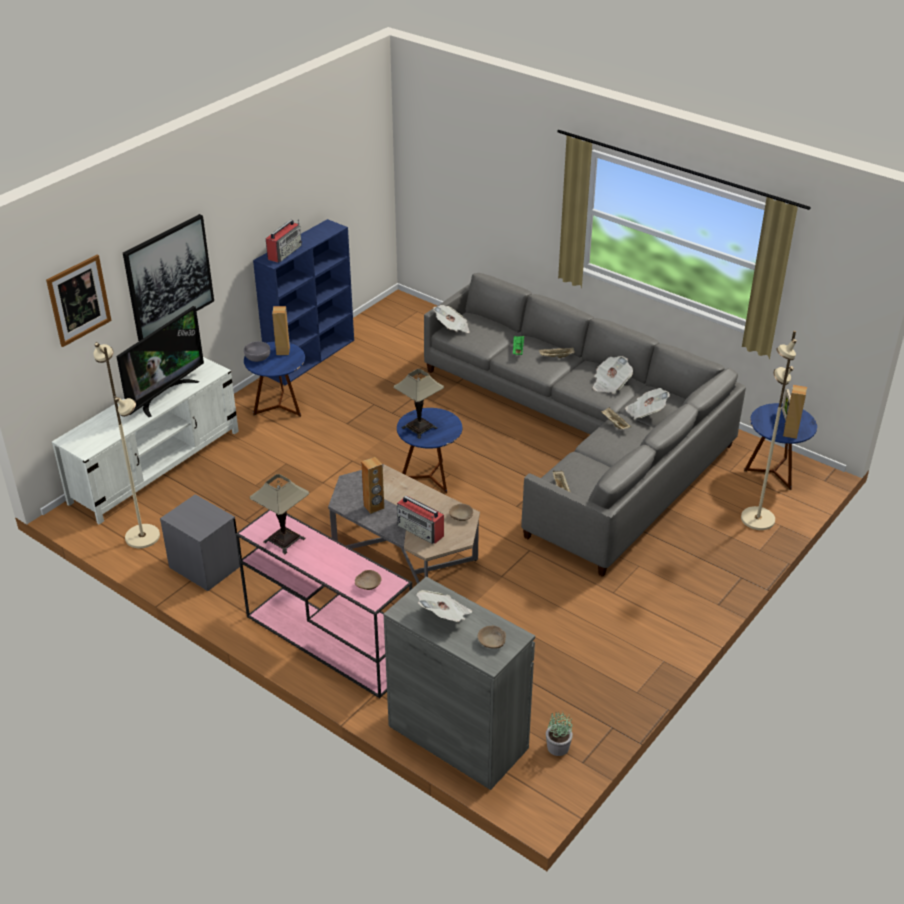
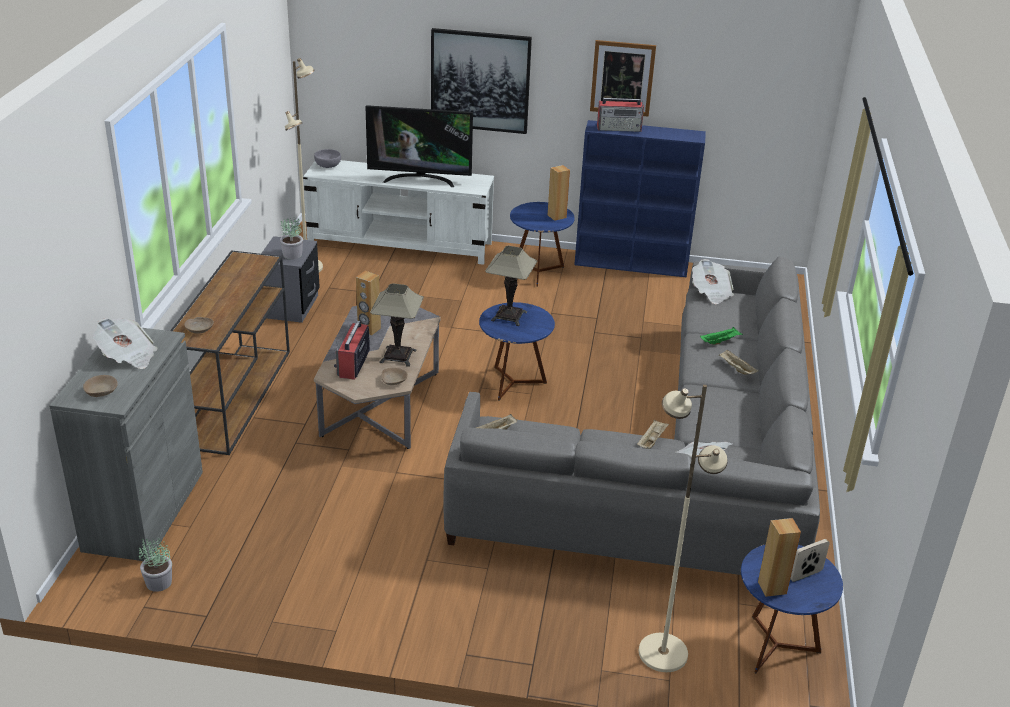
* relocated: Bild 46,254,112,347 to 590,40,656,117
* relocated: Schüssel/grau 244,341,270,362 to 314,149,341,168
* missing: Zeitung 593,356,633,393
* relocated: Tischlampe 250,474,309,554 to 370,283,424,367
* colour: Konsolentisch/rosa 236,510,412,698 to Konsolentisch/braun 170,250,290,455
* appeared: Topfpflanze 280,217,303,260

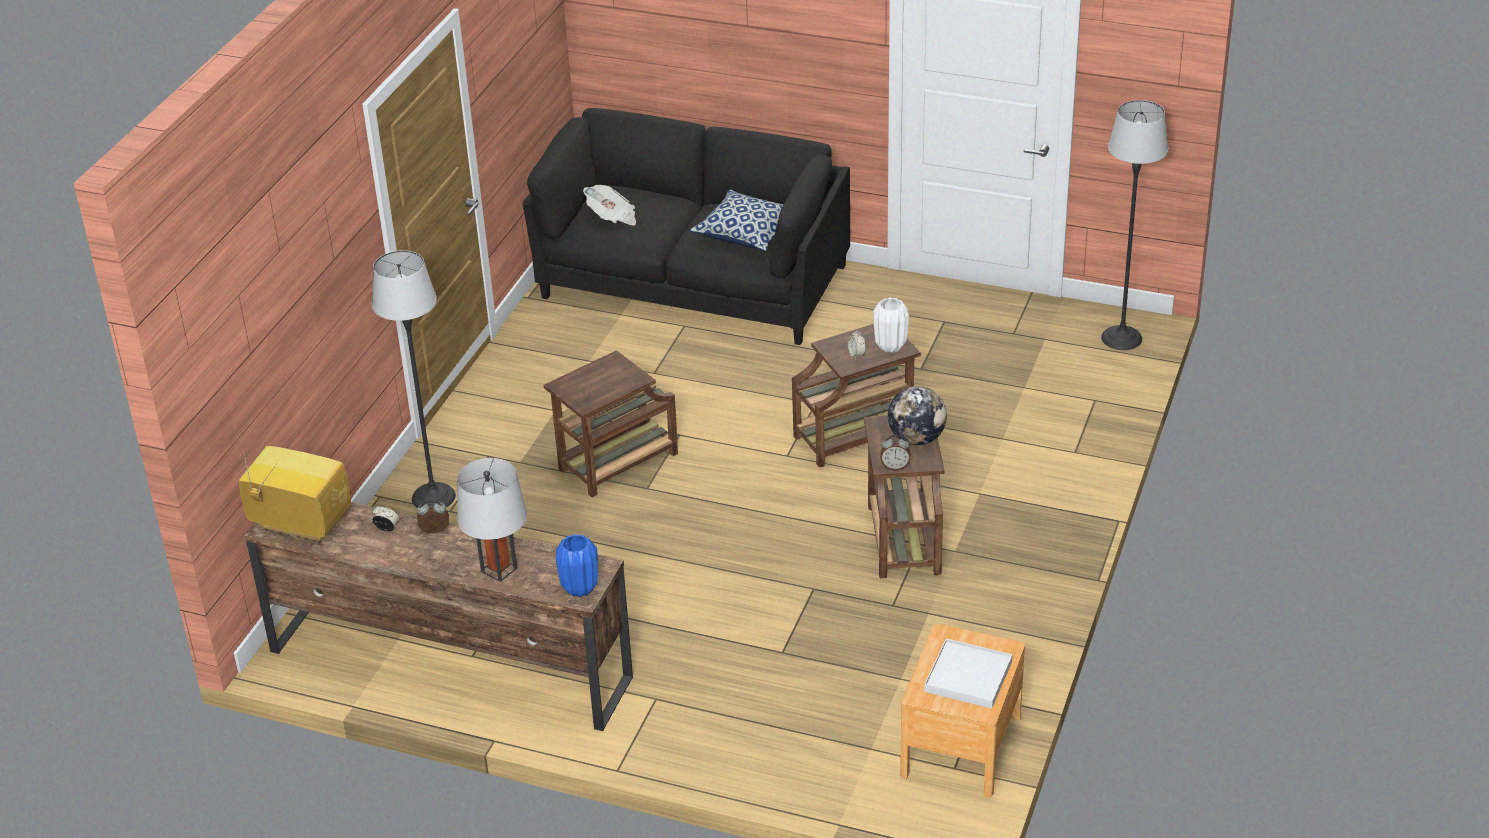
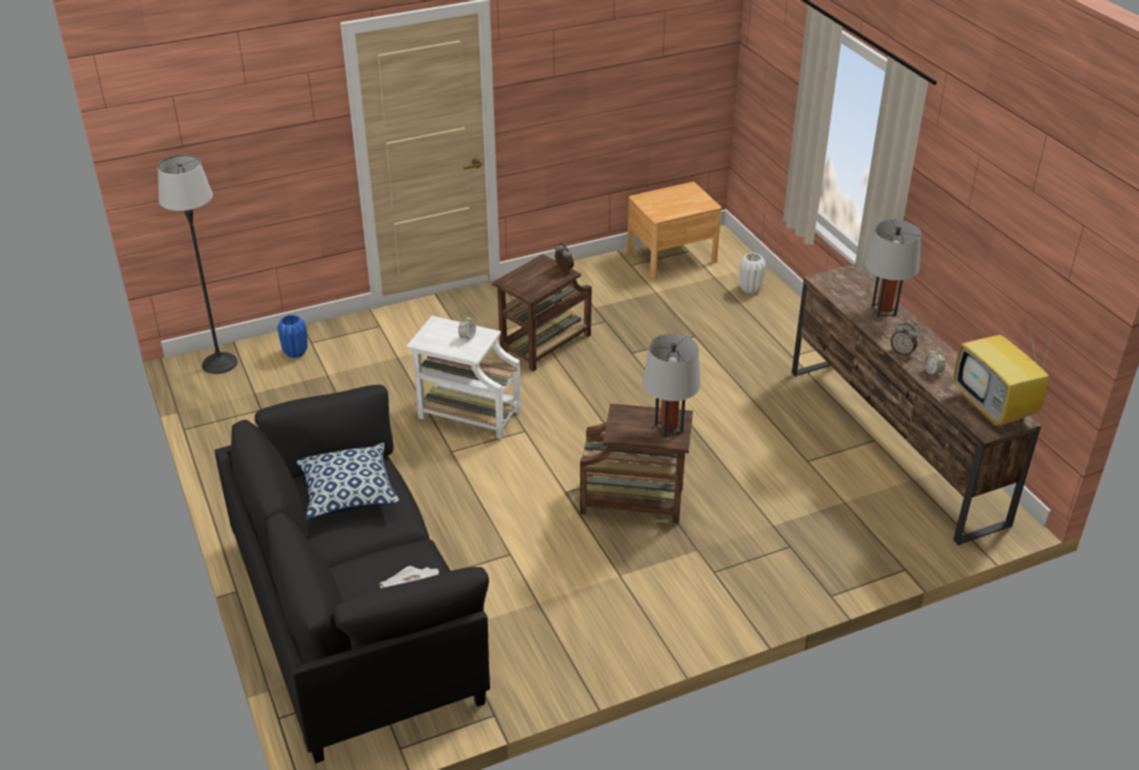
* missing: Stehlampe 372,250,456,508
* relocated: Vase/weiß 873,298,909,353 to 739,253,766,293
* colour: Beistelltisch/braun 792,324,921,468 to Beistelltisch/weiß 406,316,521,439
* missing: Globus 888,386,947,445
* relocated: Vase/blau 556,534,598,597 to 277,315,308,358
* missing: Tablett/weiß 924,638,1012,709
* appeared: Tischlampe/grau 642,334,701,438

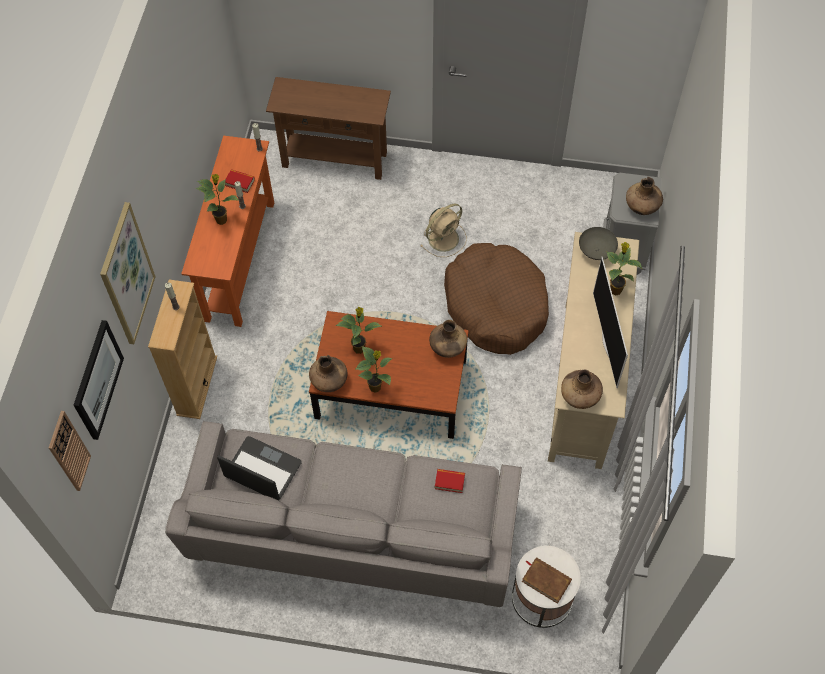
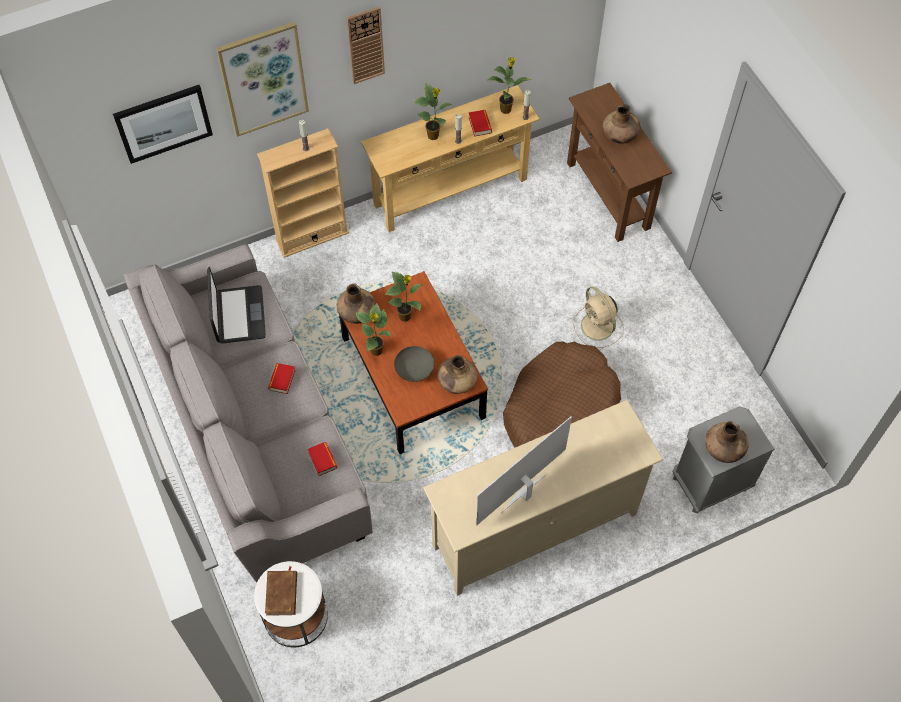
* colour: Konsolentisch/orange 181,136,274,327 to Konsolentisch/beige 361,85,539,232
* spun: Ventilator/beige 420,204,467,257 = 573,287,624,348 45 degrees clockwise
* relocated: Schüssel/grau 579,227,618,260 to 394,346,434,382
* relocated: Topfpflanze 607,242,642,295 to 488,57,531,114
* relocated: Vase/braun 561,370,603,409 to 603,103,641,144
* relocated: Wanduhr 49,411,91,491 to 347,6,385,84
* appeared: Buch 268,363,295,394

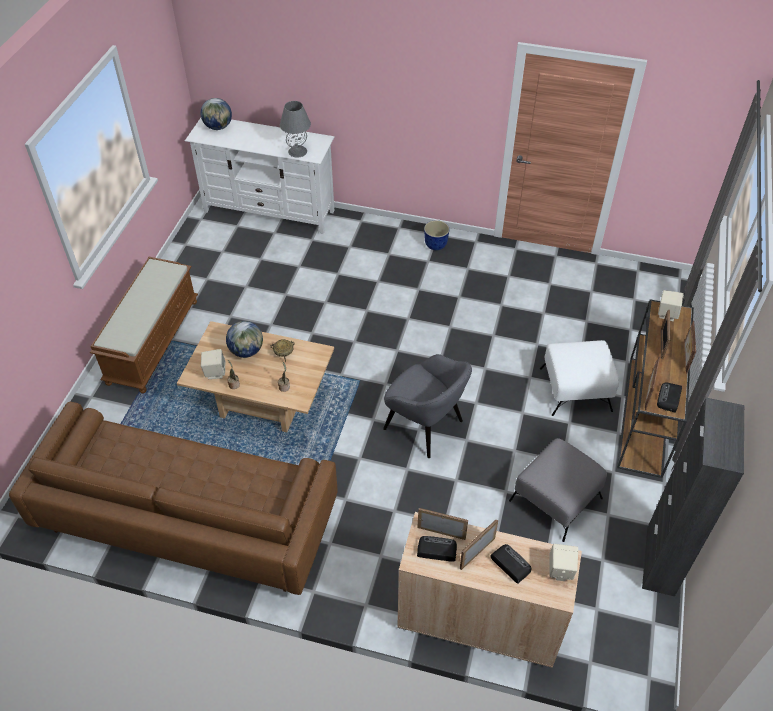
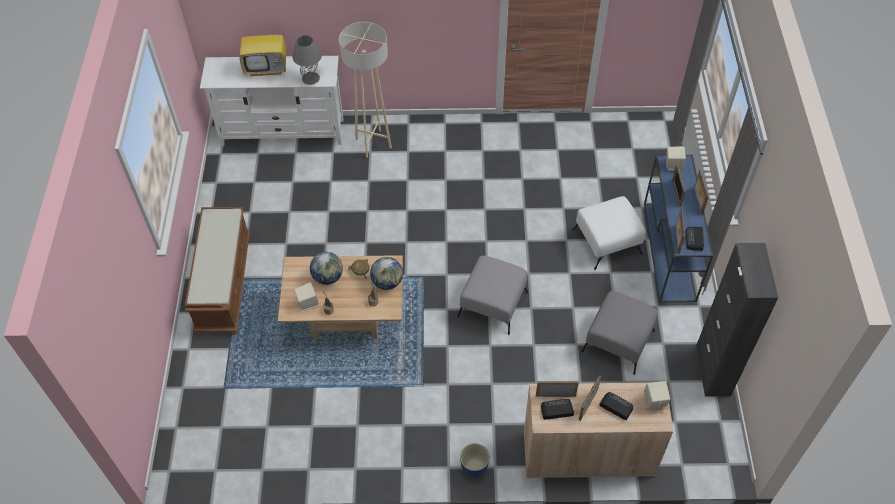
* relocated: Globus 201,98,232,130 to 370,257,403,290
* relocated: Pflanzkübel 424,220,450,250 to 460,443,490,477
* colour: Konsolentisch/braun 617,299,694,478 to Konsolentisch/blau 644,155,713,302
* exchanged: Sessel/grau 383,354,472,458 to Polsterhocker/grau 457,256,528,335
* missing: Sofa/braun 9,402,338,595
* appeared: Fernseher 239,20,286,76
* appeared: Stehlampe/beige 339,22,392,158

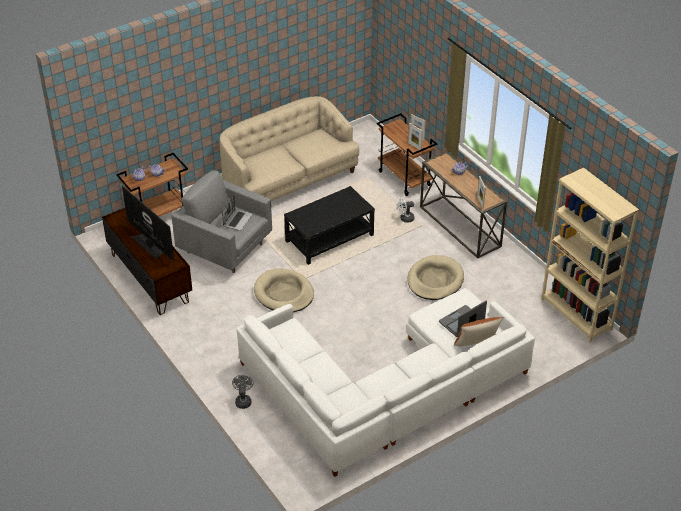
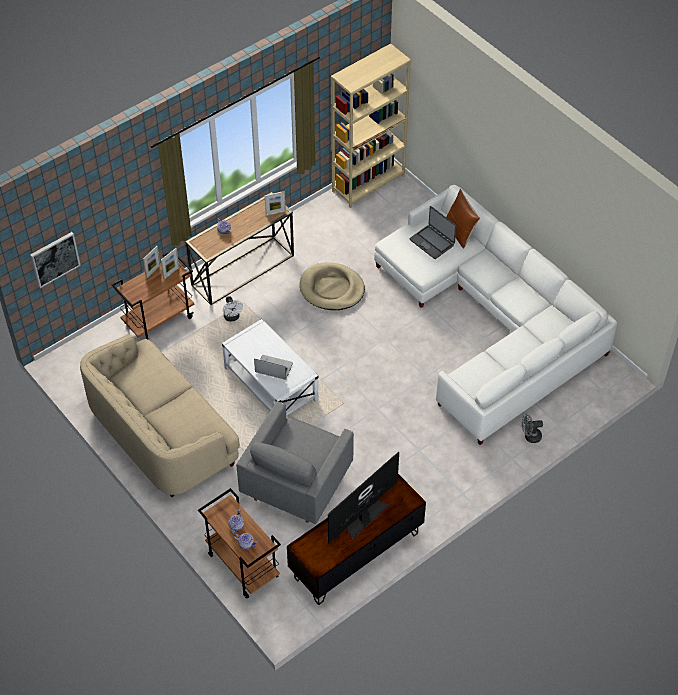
* colour: Couchtisch/schwarz 284,186,375,265 to Couchtisch/weiß 222,319,318,416
* relocated: Laptop 222,195,252,231 to 254,355,293,380
* missing: Hundebett/beige 254,268,314,312
* appeared: Bild 30,232,81,288

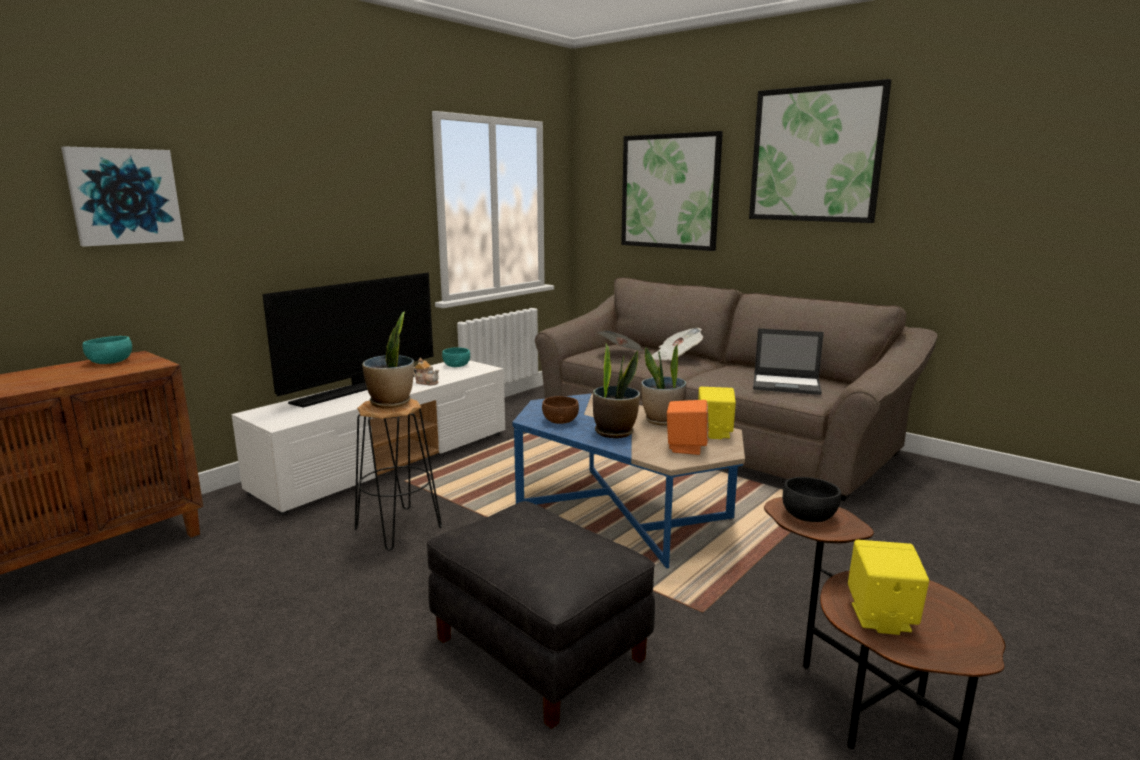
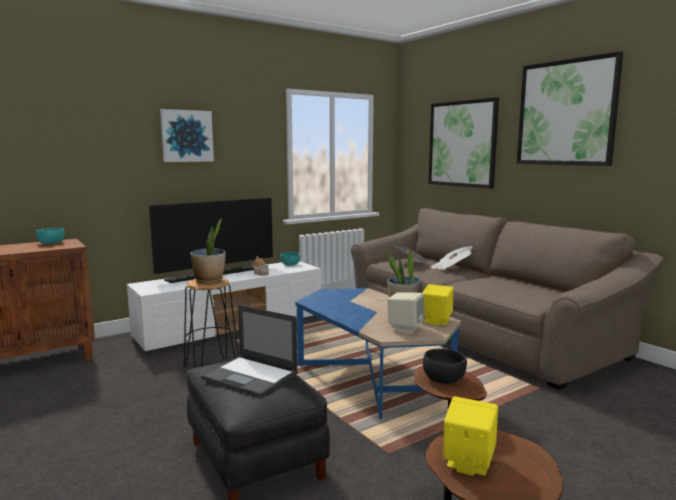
* relocated: Bild 61,146,184,247 to 160,109,214,162
* relocated: Laptop 753,328,824,395 to 201,305,298,397
* missing: Topfpflanze 593,342,640,438
* missing: Schüssel/braun 542,396,579,424
* colour: Lautsprecher/orange 667,400,709,455 to Lautsprecher/beige 387,292,425,334

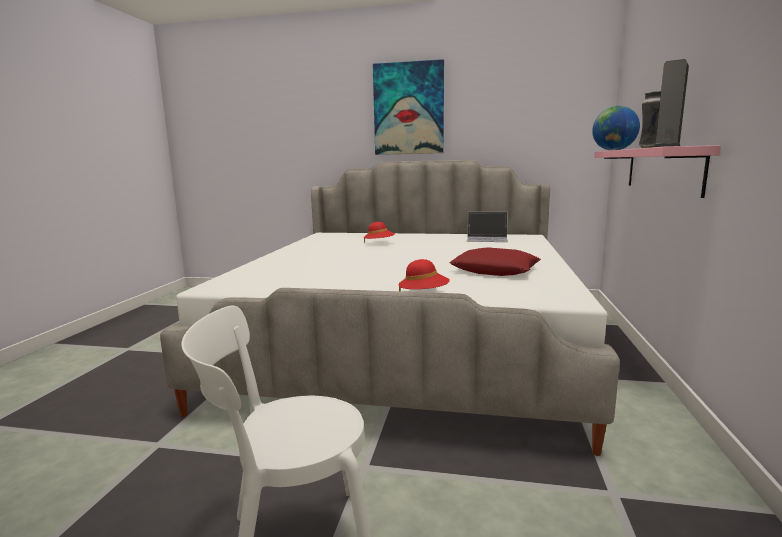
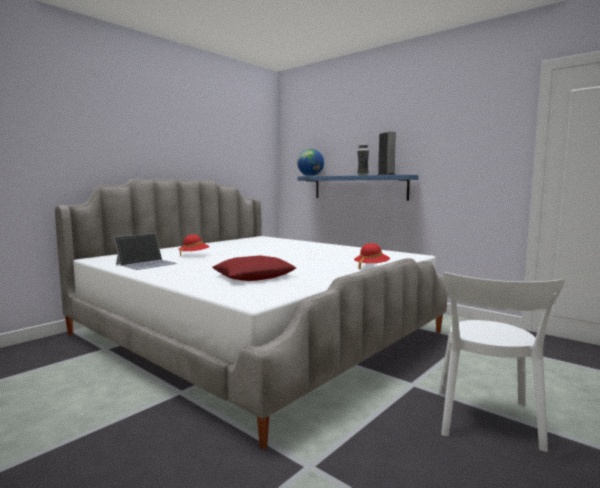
* missing: Bild 373,59,444,155
* colour: Wandregal/rosa 594,145,721,198 to Wandregal/blau 297,175,419,200
* relocated: Laptop 467,212,508,242 to 114,233,177,270
* relocated: Kissen/rot 450,247,541,276 to 212,255,296,281

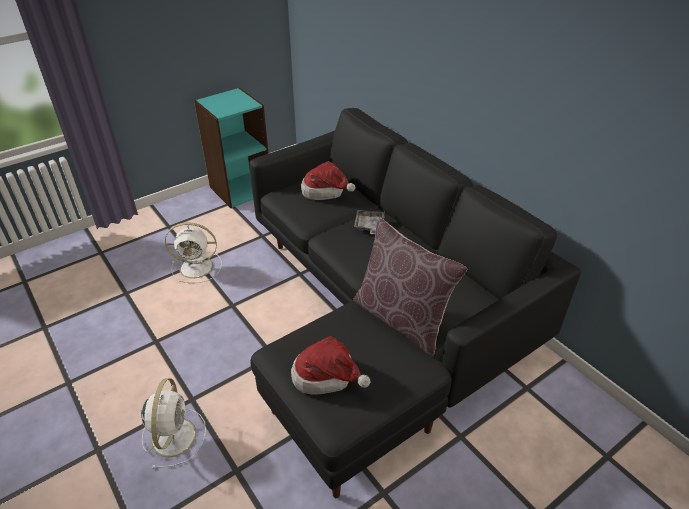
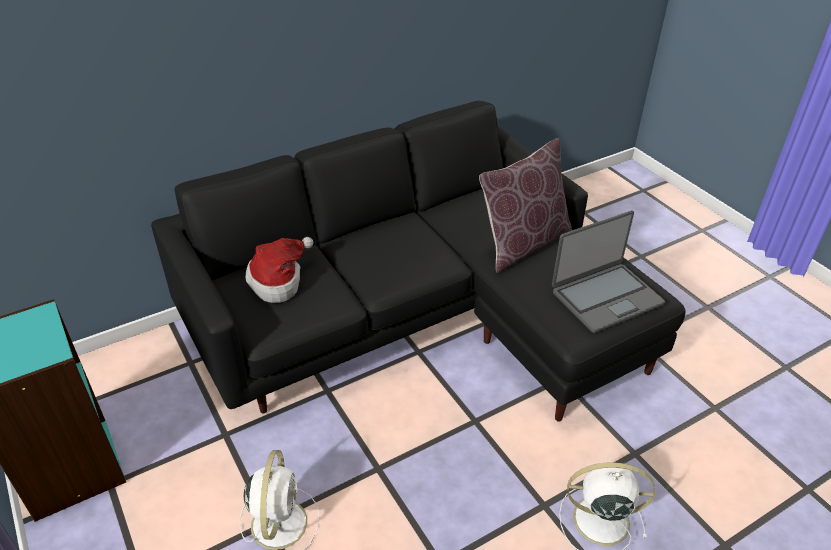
* missing: Tablett/grau 354,210,385,234
* exchanged: Hut 291,336,371,394 to Laptop 552,211,665,333

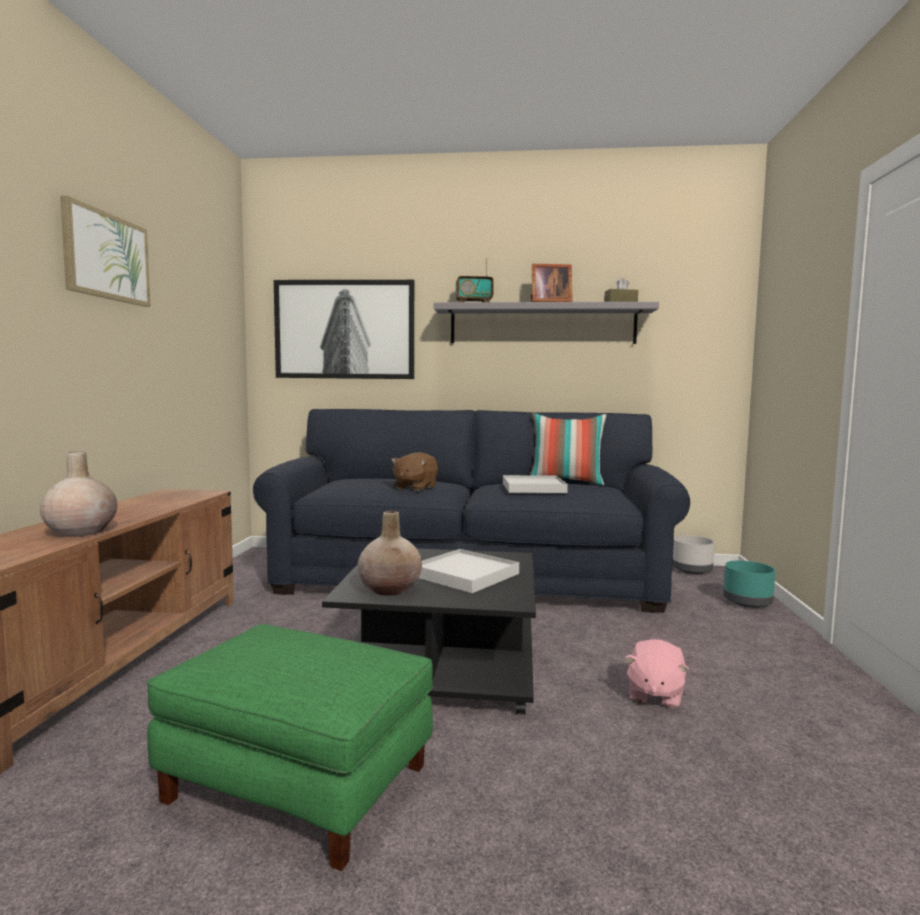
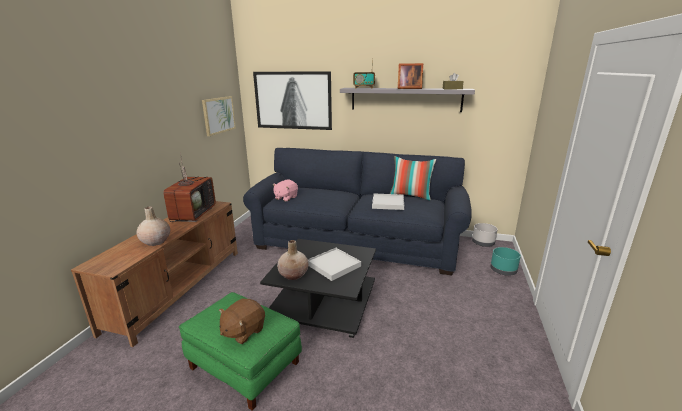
* relocated: Bild 60,196,150,307 to 202,96,236,136
* relocated: Plüschtier/braun 391,452,438,491 to 219,298,265,344
* relocated: Plüschtier/rosa 625,639,689,709 to 273,180,298,201
* appeared: Fernseher 163,152,216,222

